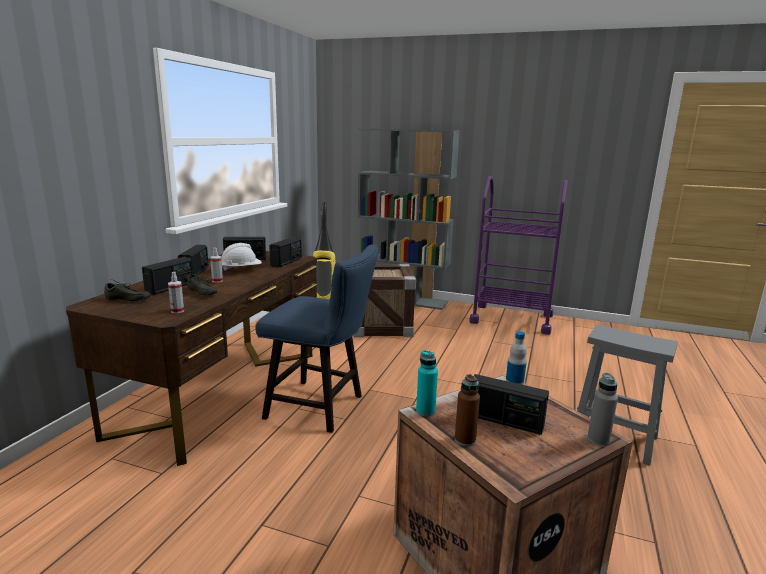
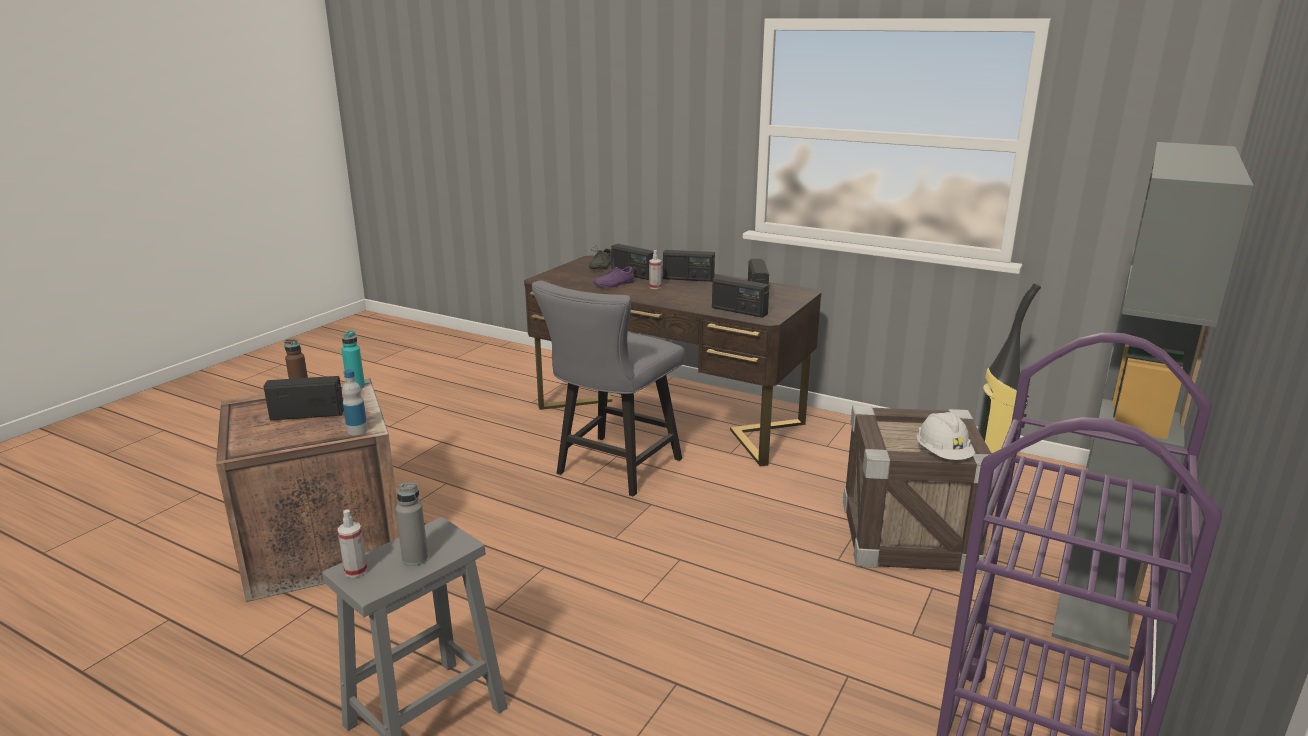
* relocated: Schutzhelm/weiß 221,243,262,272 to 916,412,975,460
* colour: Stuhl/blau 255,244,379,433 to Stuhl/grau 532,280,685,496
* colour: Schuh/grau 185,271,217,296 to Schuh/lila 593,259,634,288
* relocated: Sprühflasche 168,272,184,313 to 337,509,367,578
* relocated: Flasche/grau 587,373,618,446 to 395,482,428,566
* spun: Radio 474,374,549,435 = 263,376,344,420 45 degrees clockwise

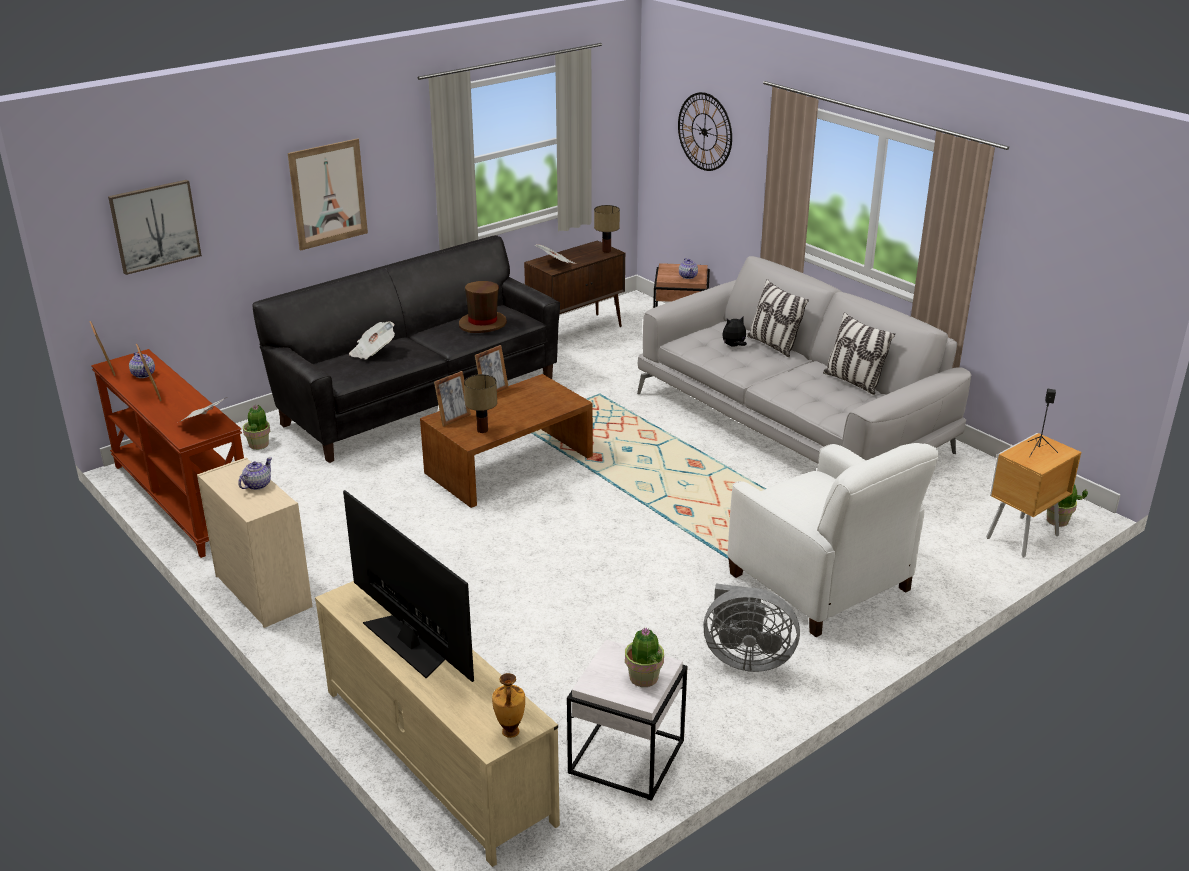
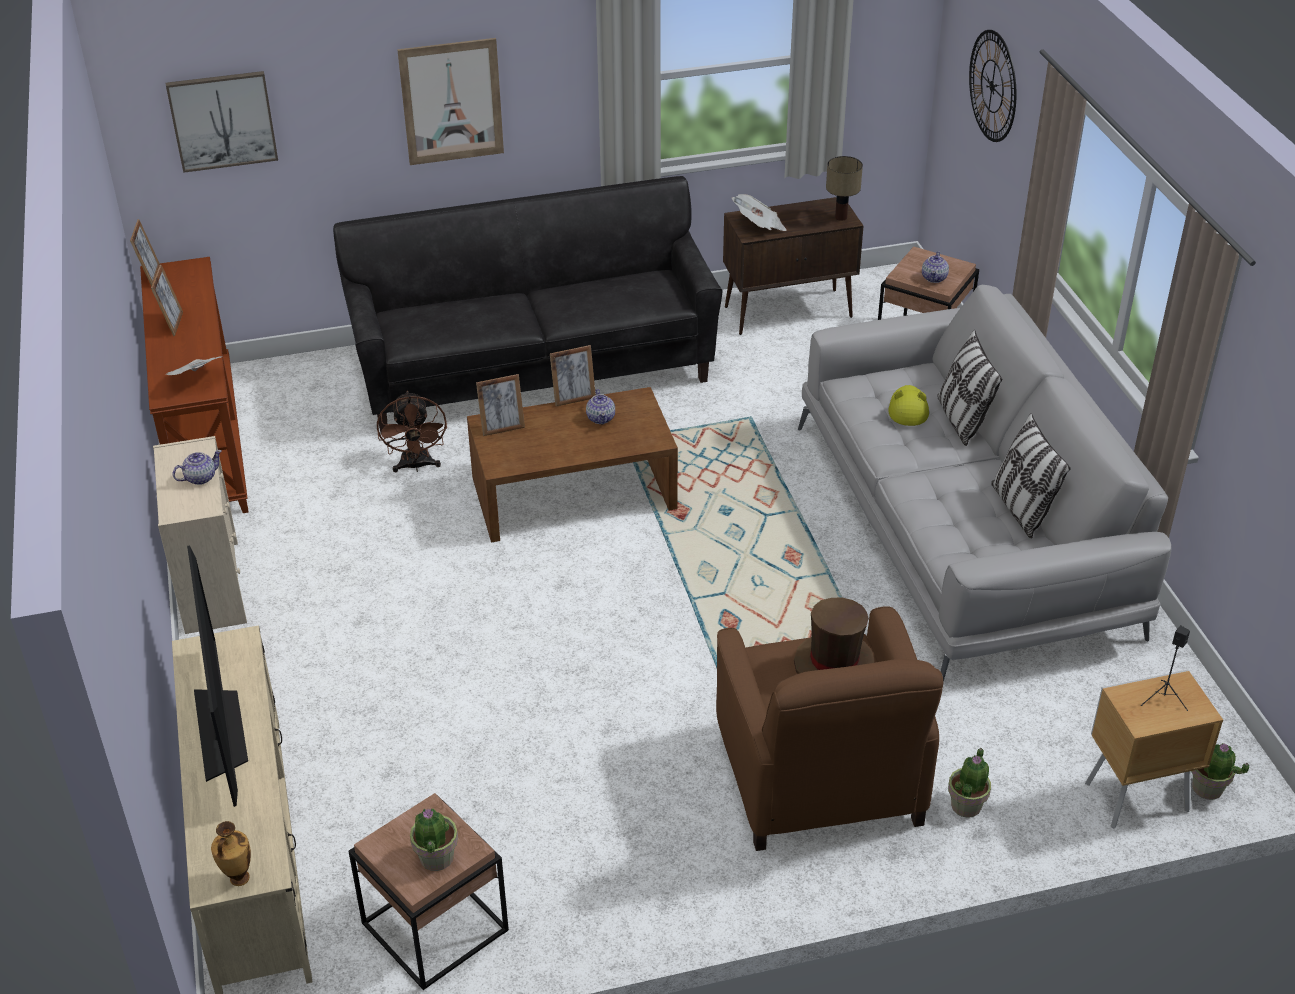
* relocated: Hut/braun 459,281,507,333 to 794,597,874,674
* exchanged: Plüschtier 722,316,747,347 to Hut/gelb 888,385,929,426
* missing: Zeitung 349,321,395,360
* relocated: Teekanne 129,352,155,378 to 586,389,615,425
* missing: Tischlampe 464,374,497,433
* relocated: Topfpflanze 243,405,270,450 to 948,748,991,818
* colour: Sessel/weiß 727,443,939,637 to Sessel/braun 716,606,943,851
* missing: Ventilator/grau 703,584,800,672
* colour: Beistelltisch/weiß 567,639,688,801 to Beistelltisch/braun 349,793,509,990
* appeared: Ventilator/braun 377,391,447,472

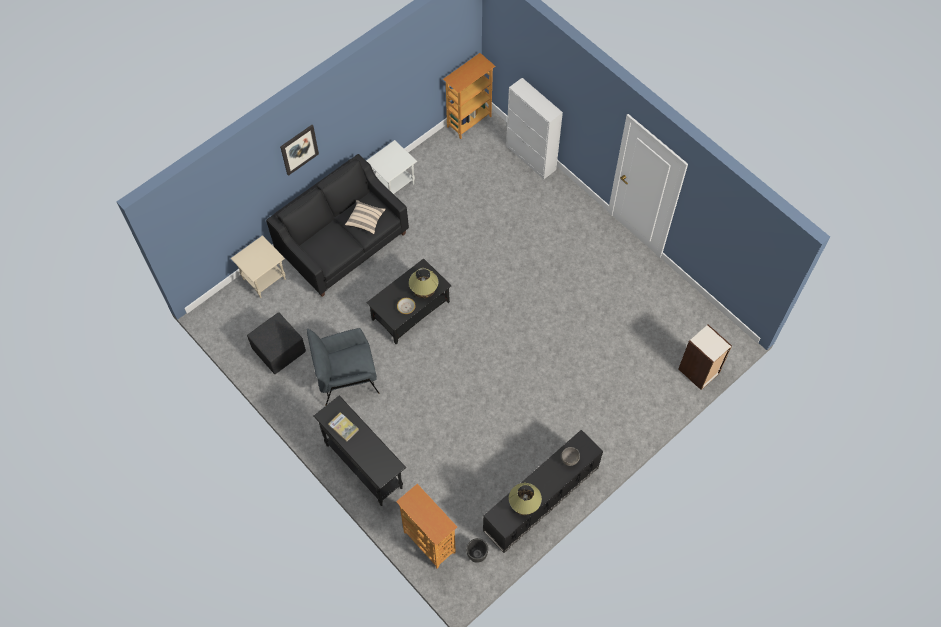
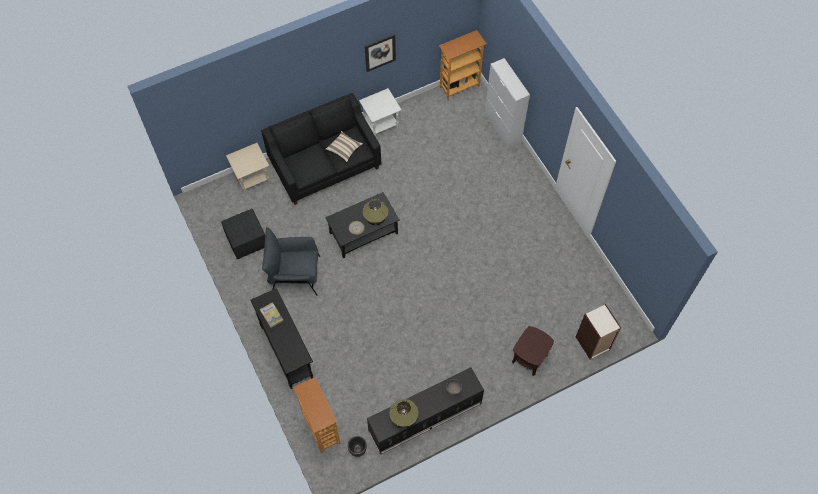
* relocated: Bild 280,125,319,176 to 365,34,396,72
* appeared: Beistelltisch/braun 512,326,554,376

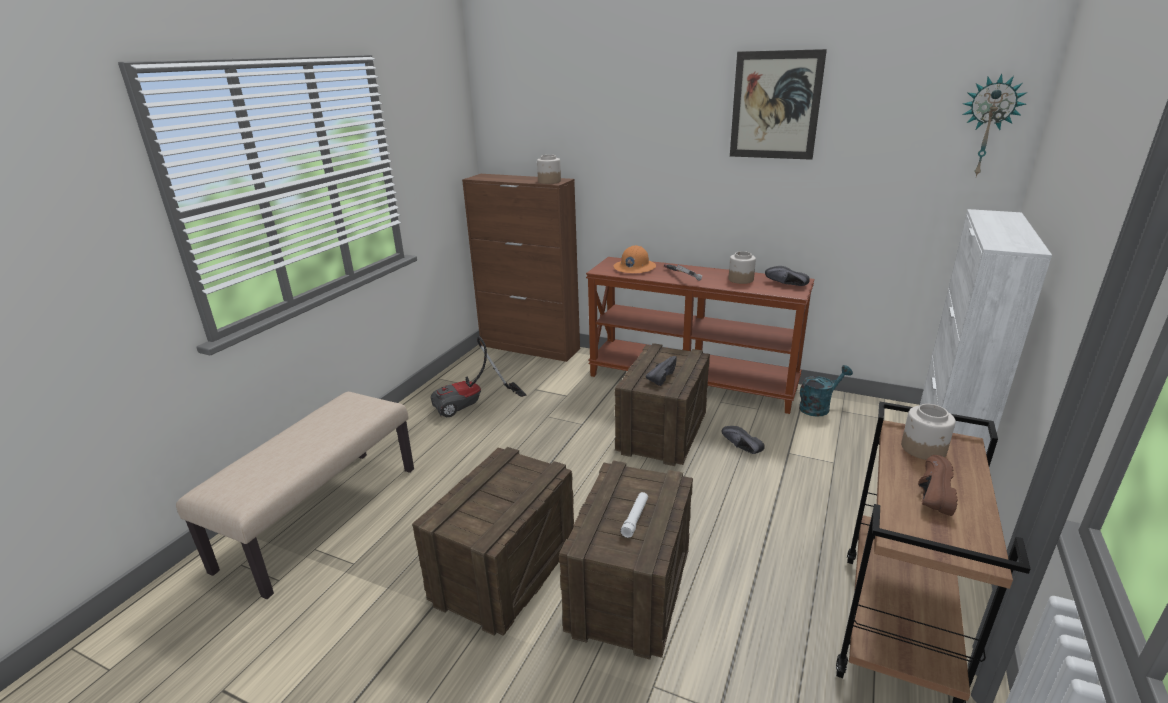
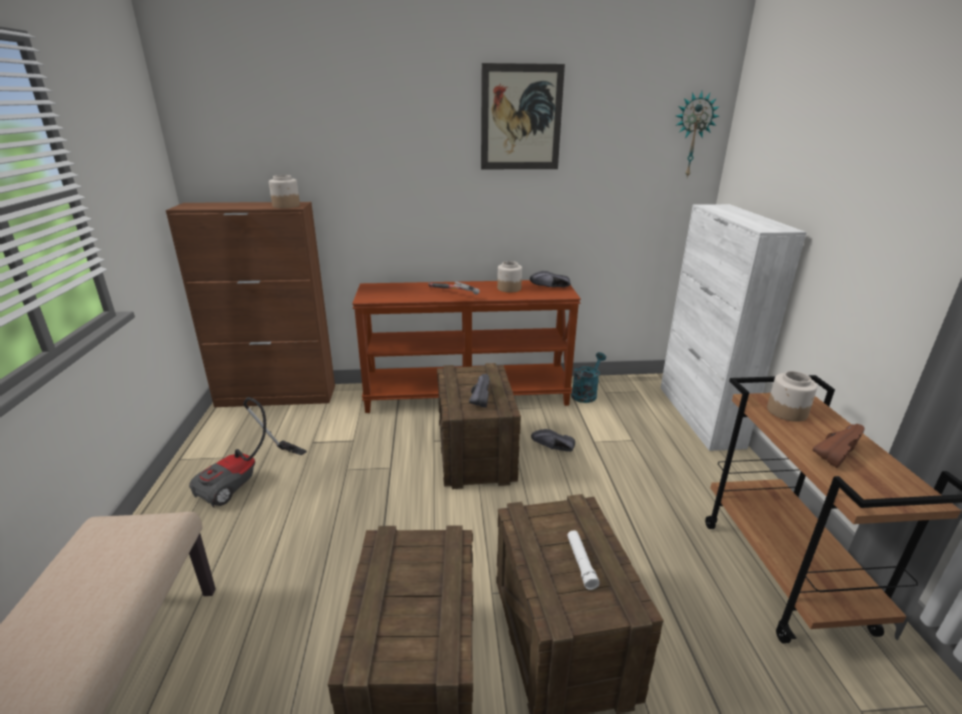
* missing: Schutzhelm/orange 614,245,656,273
* spun: Schuh/braun 918,455,958,516 = 813,424,865,468 60 degrees clockwise

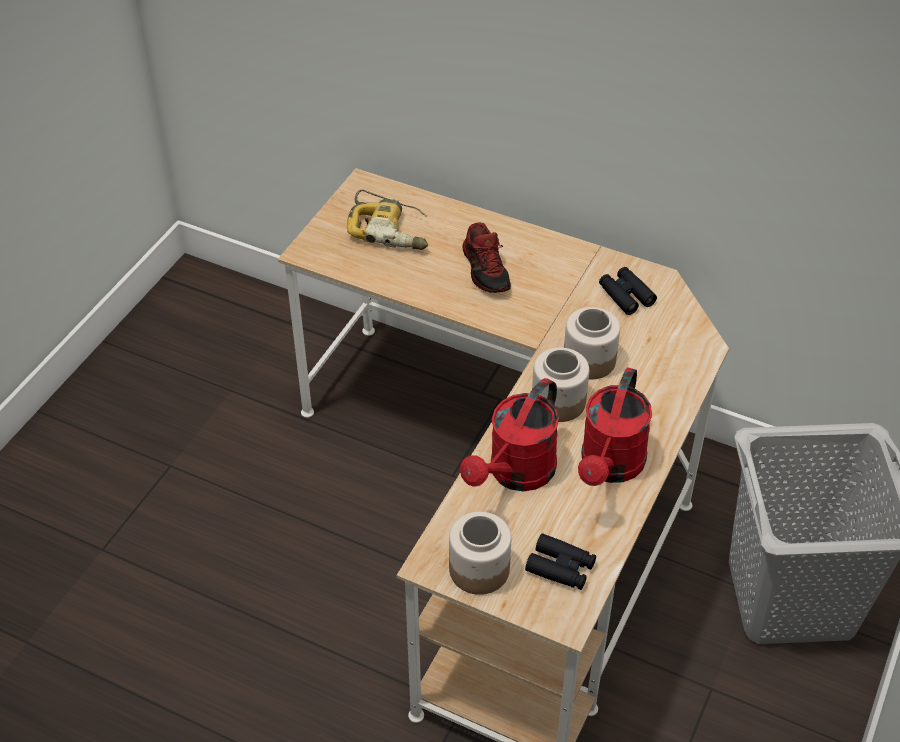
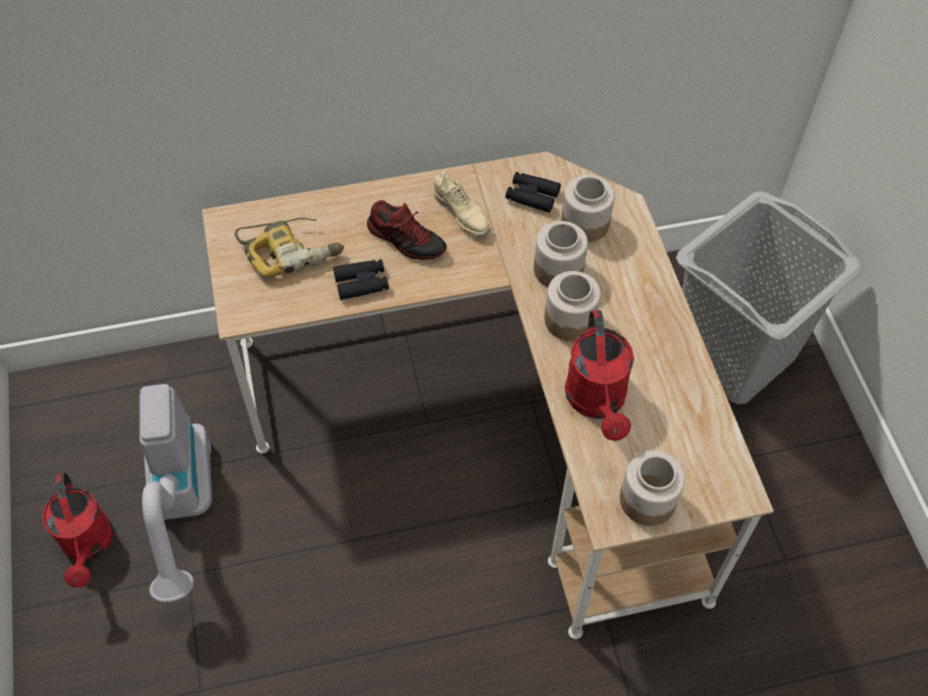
* relocated: Gießkanne/rot 578,367,652,486 to 42,473,113,588
* relocated: Fernglas/schwarz 525,533,596,590 to 333,259,389,300
* appeared: Schuh/beige 434,170,490,237
* appeared: Vorratsglas 561,175,615,242
* appeared: Staubsauger 139,384,212,603

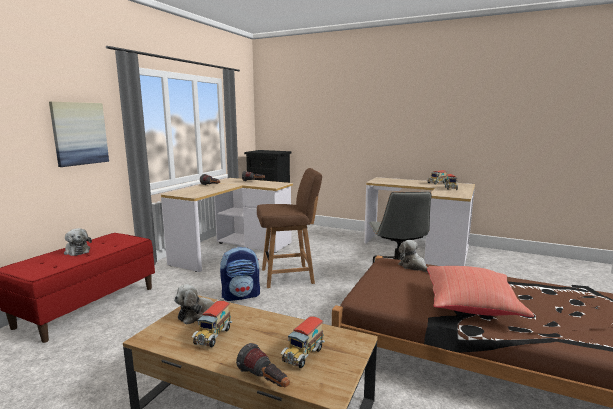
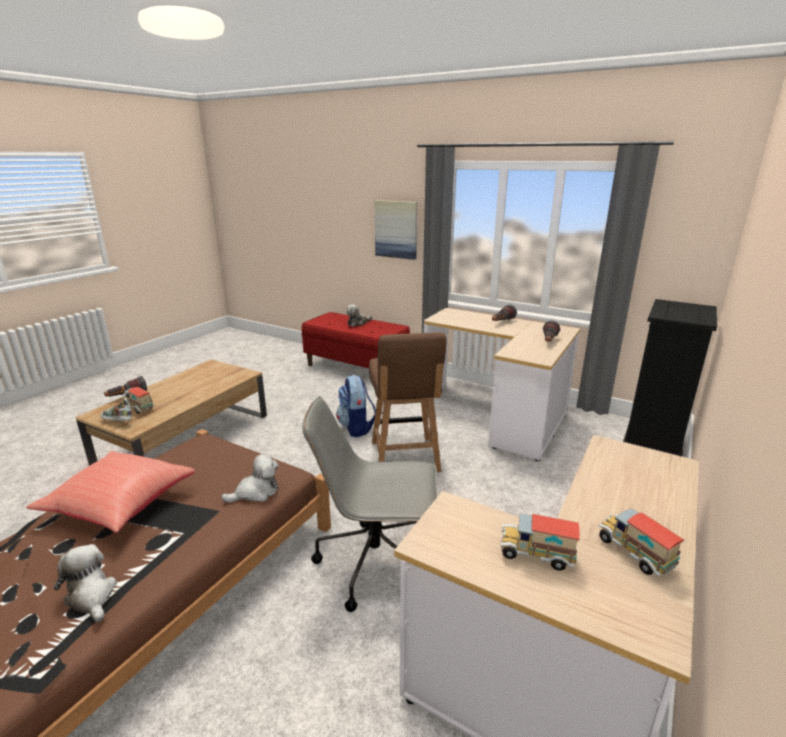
* relocated: Plüschtier 174,284,224,325 to 54,544,117,622
* missing: Spielzeuglaster 192,301,232,347
* appeared: Schuh 100,403,132,421

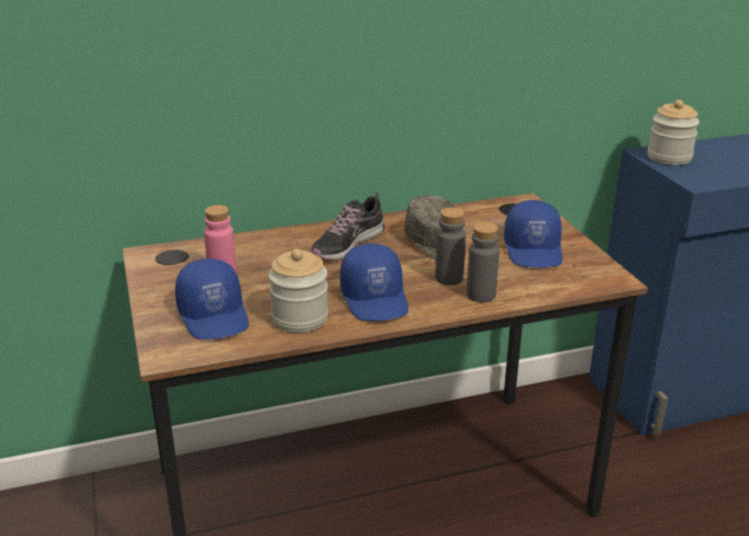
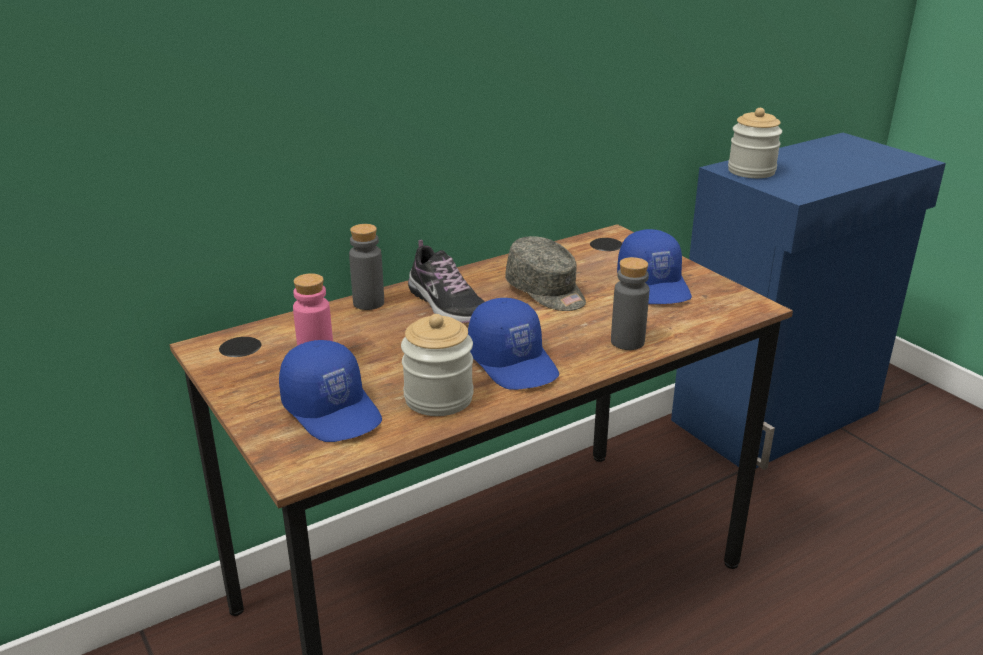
* spun: Schuh 311,192,385,260 = 408,240,485,323 60 degrees counterclockwise
* relocated: Flasche/grau 435,207,466,285 to 349,224,384,310

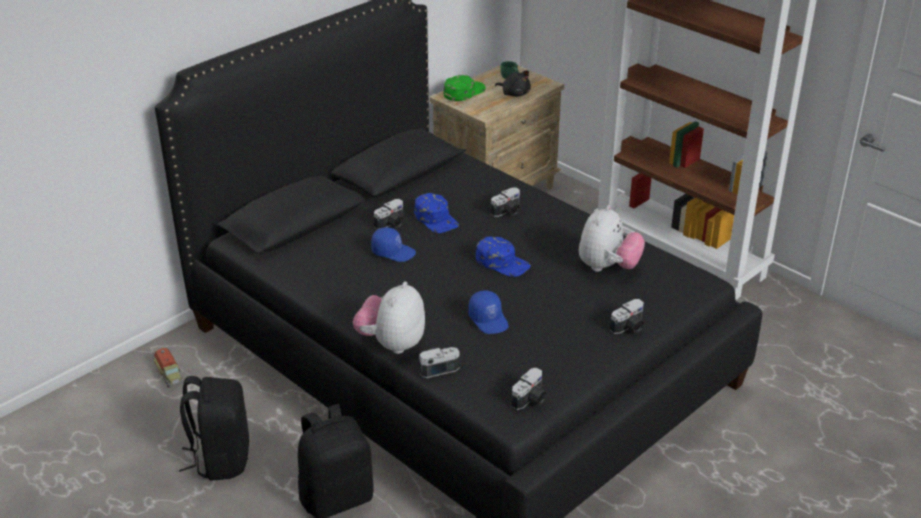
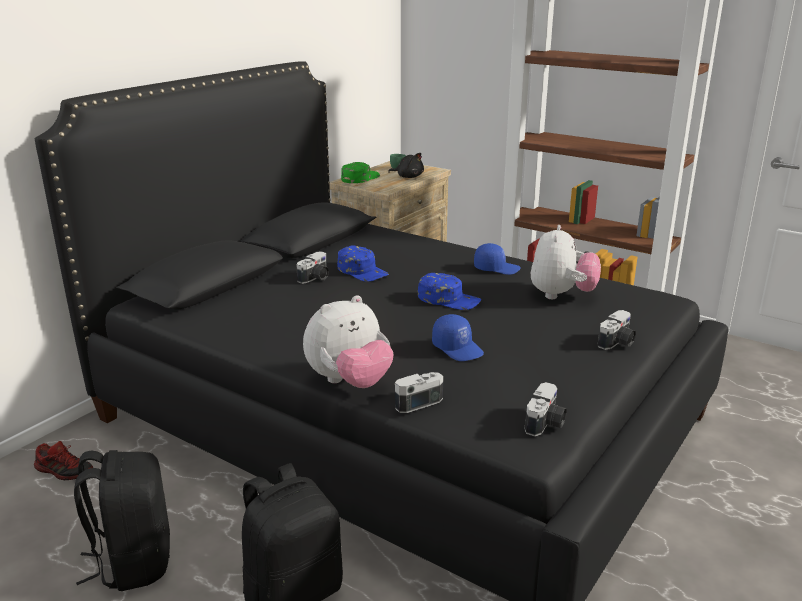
* missing: Kamera 490,187,520,217
* relocated: Kappe/blau 371,227,416,262 to 474,243,520,275
* spun: Plüschtier 353,281,425,354 = 303,295,393,388 135 degrees counterclockwise
* exchanged: Spielzeuglaster 153,348,184,388 to Schuh 34,441,93,480

